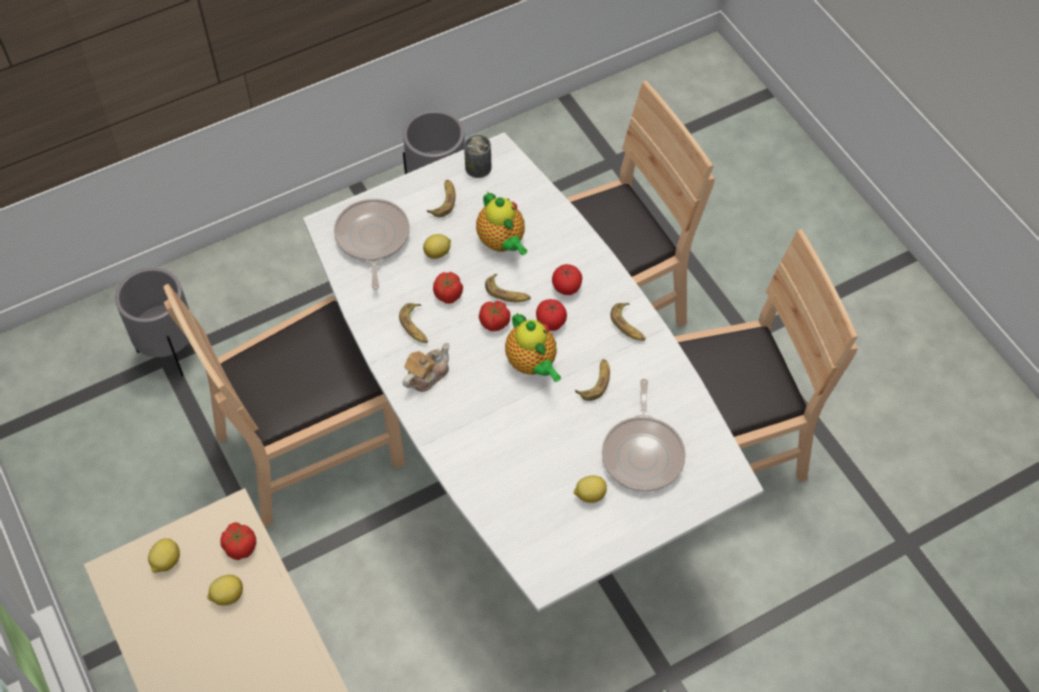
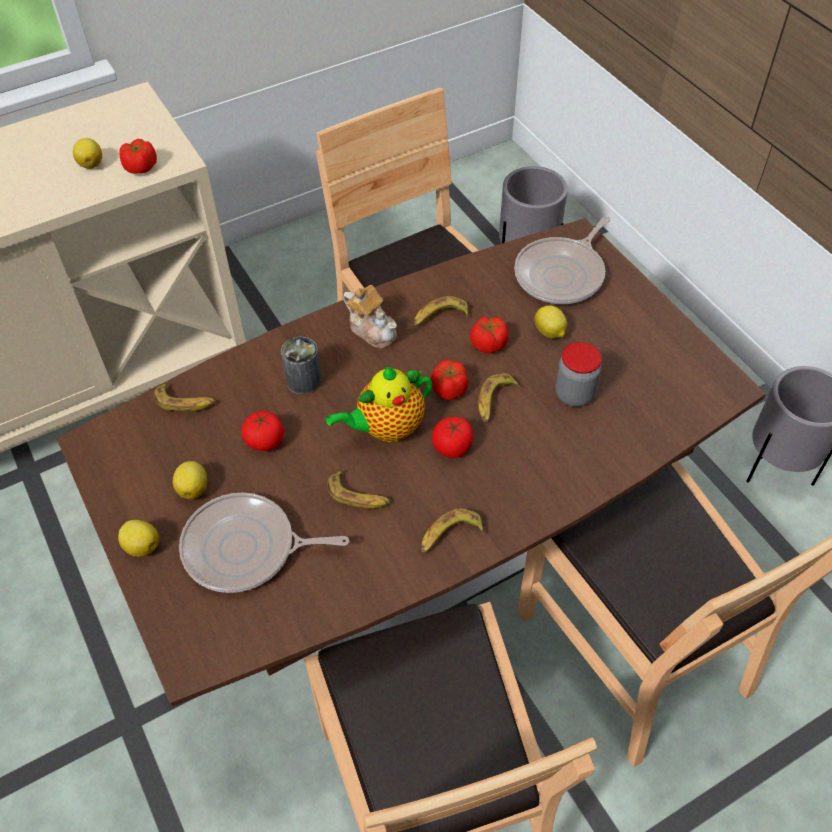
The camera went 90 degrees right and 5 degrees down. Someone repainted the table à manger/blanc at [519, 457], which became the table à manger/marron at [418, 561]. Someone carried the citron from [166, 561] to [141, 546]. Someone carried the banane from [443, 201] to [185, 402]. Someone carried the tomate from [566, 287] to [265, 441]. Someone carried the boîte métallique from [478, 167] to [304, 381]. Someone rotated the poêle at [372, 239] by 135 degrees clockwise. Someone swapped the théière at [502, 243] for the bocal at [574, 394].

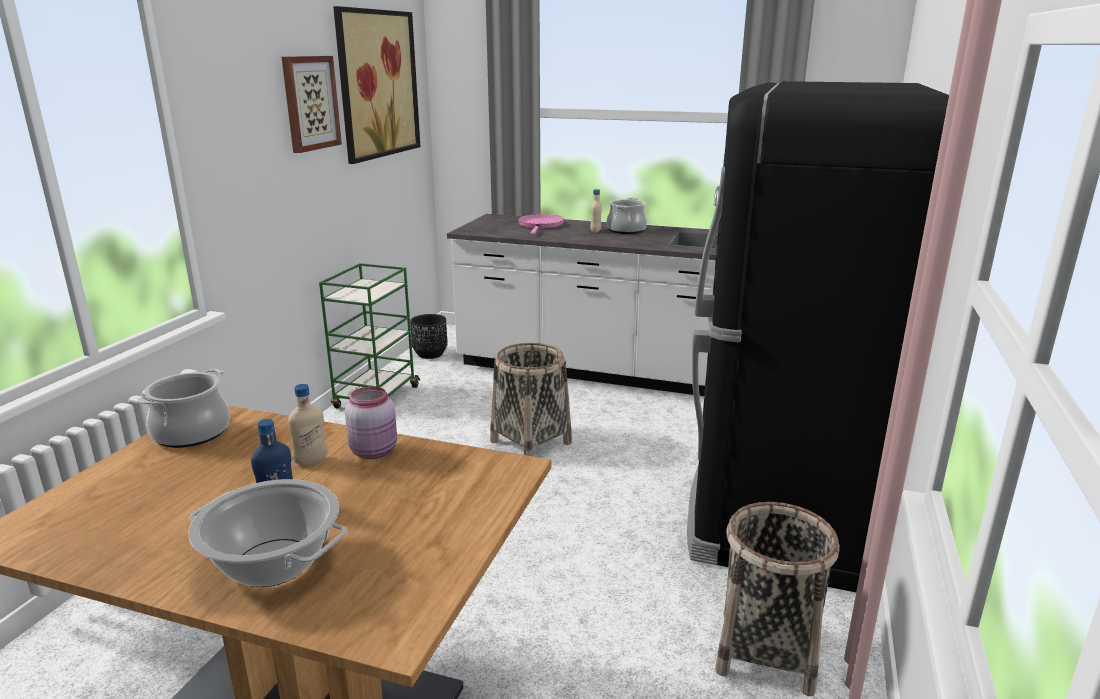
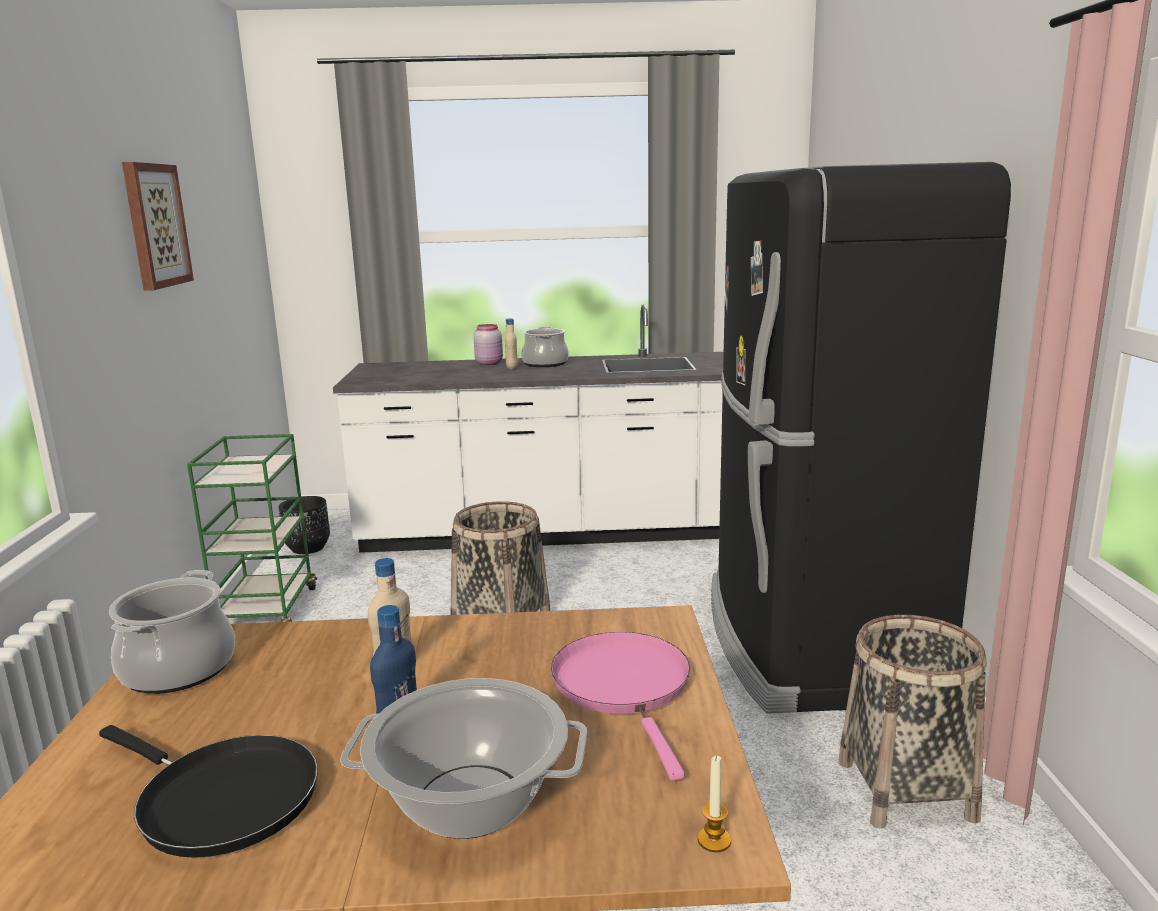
The camera went 20 degrees left and 5 degrees down. Someone put down the poêle/noir at [221, 799]. Someone carried the bocal/rose from [375, 451] to [489, 363]. Someone carried the poêle/rose from [540, 225] to [624, 687]. Someone put down the bougie at [714, 840]. Someone took away the tableau at [378, 84].

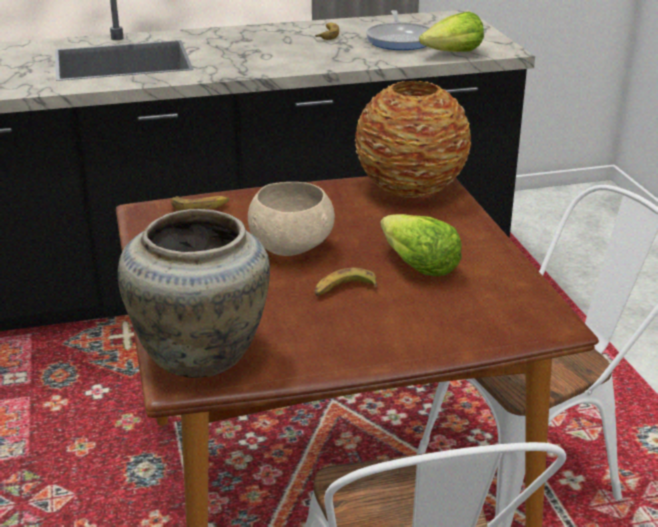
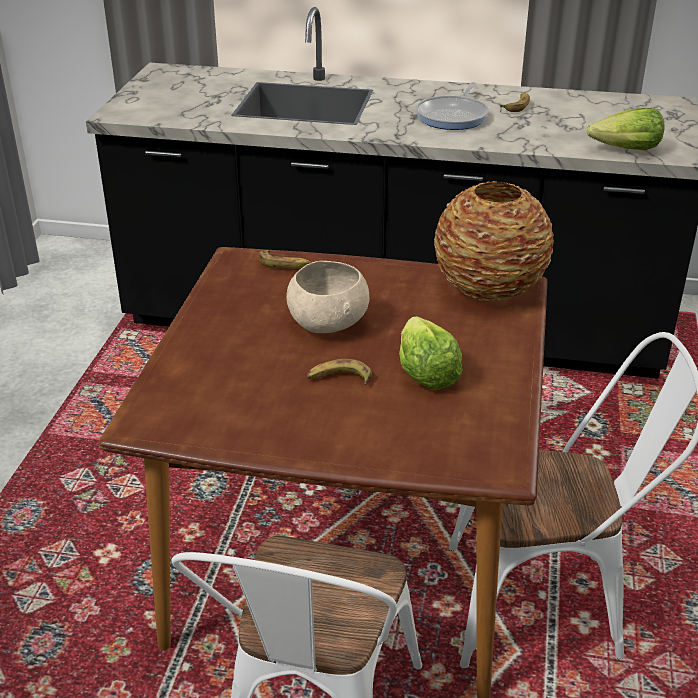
The camera went 25 degrees right and 5 degrees up. Someone carried the poêle from [400, 40] to [453, 116]. Someone took away the vase/beige at [202, 354].

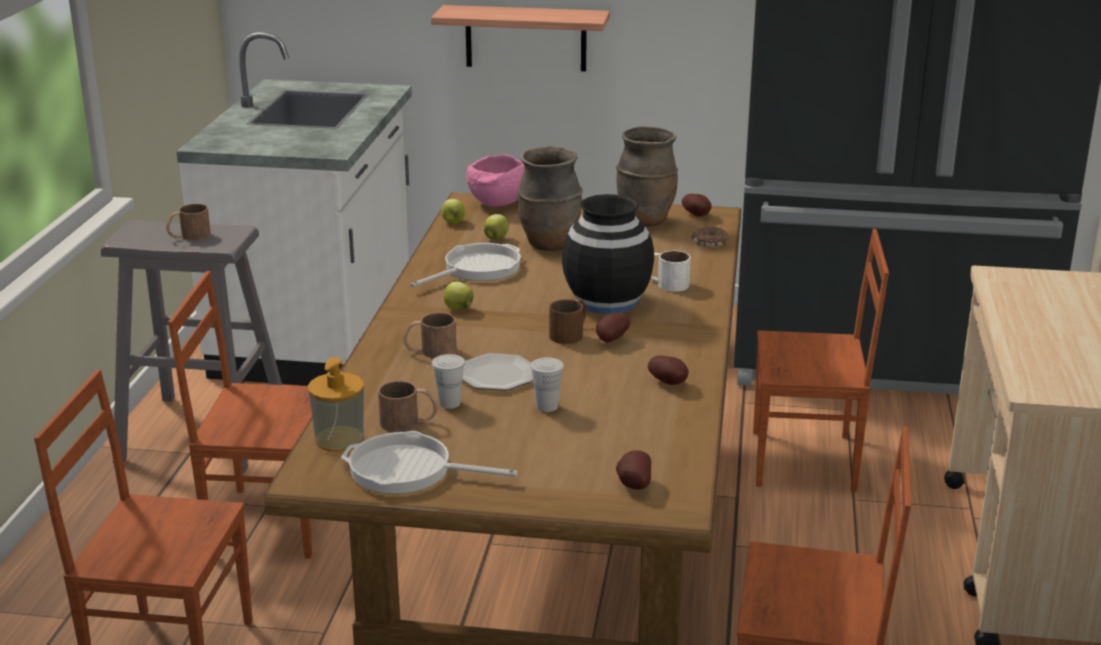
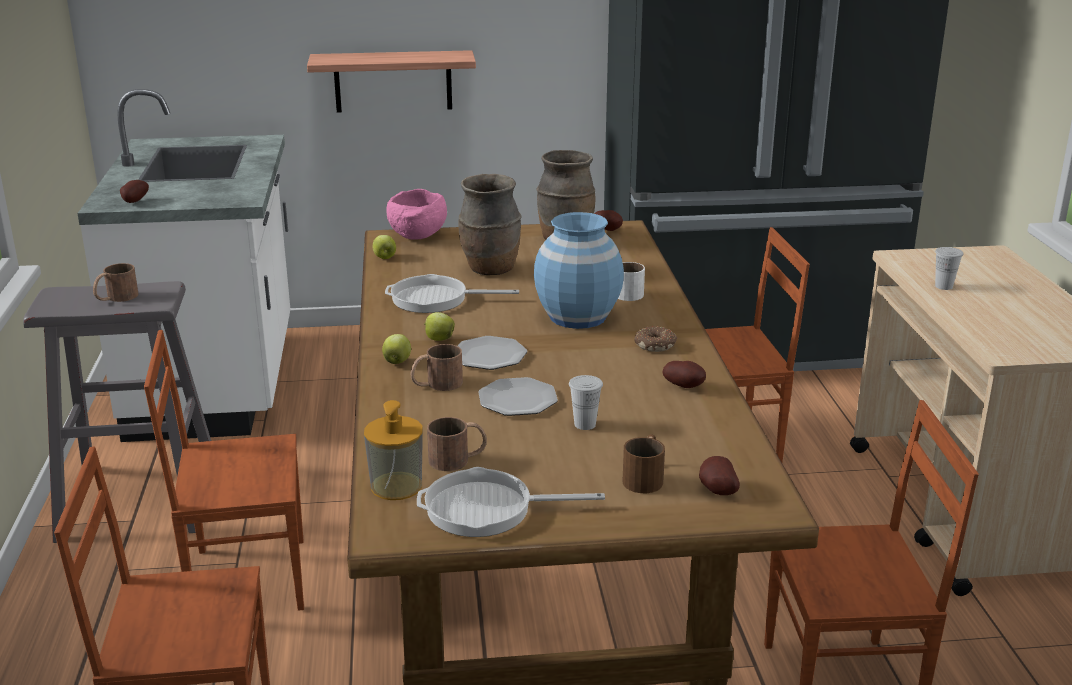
The camera went 15 degrees left and 0 degrees up. Someone carried the pomme de terre from [610, 340] to [134, 202]. Someone carried the pomme from [496, 238] to [397, 362]. Someone rotated the poêle at [477, 269] by 120 degrees counterclockwise. Someone put down the assiette at [489, 356]. Someone repainted the vase/noir at [607, 301], which became the vase/bleu at [577, 316]. Someone carried the mug/marron from [571, 333] to [645, 477]. Someone carried the beignet from [710, 243] to [655, 345]. Someone carried the tasse/blanc from [449, 403] to [943, 286].

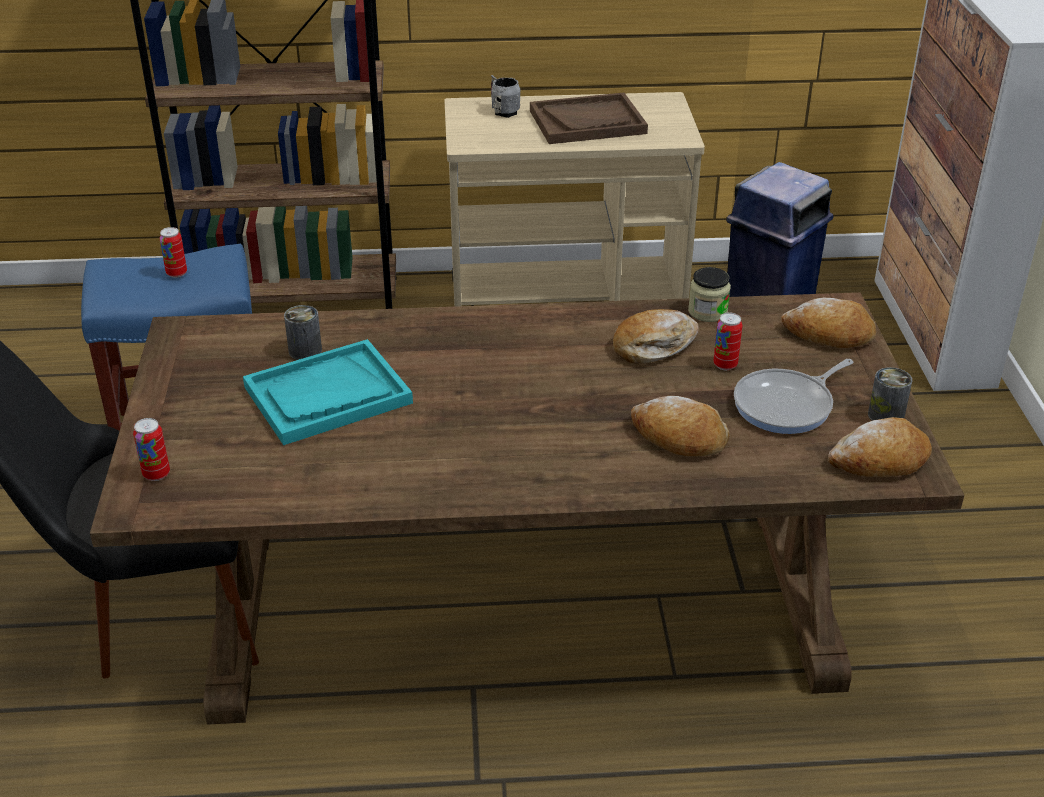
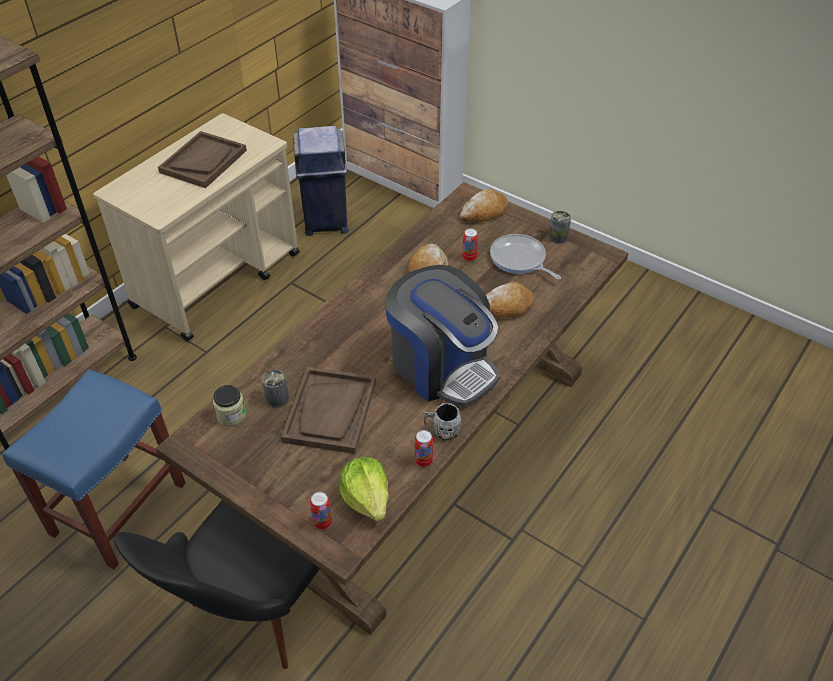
The camera went 50 degrees left and 10 degrees up. Someone carried the bocal from [707, 312] to [231, 415]. Someone repainted the plateau/turquoise at [327, 395], which became the plateau/marron at [330, 411]. Someone put down the laitue at [367, 498]. Someone put down the machine à café at [441, 366]. Someone carried the boîte métallique from [176, 273] to [423, 461]. Someone carried the mug/gris from [503, 111] to [442, 431]. Someone rotated the poêle at [787, 405] by 135 degrees clockwise. Someone took away the pain at [879, 461].

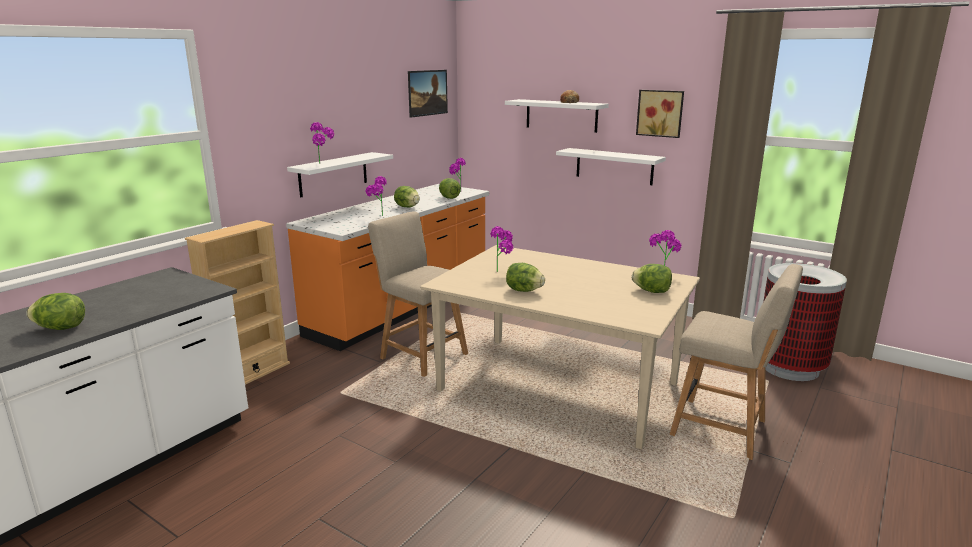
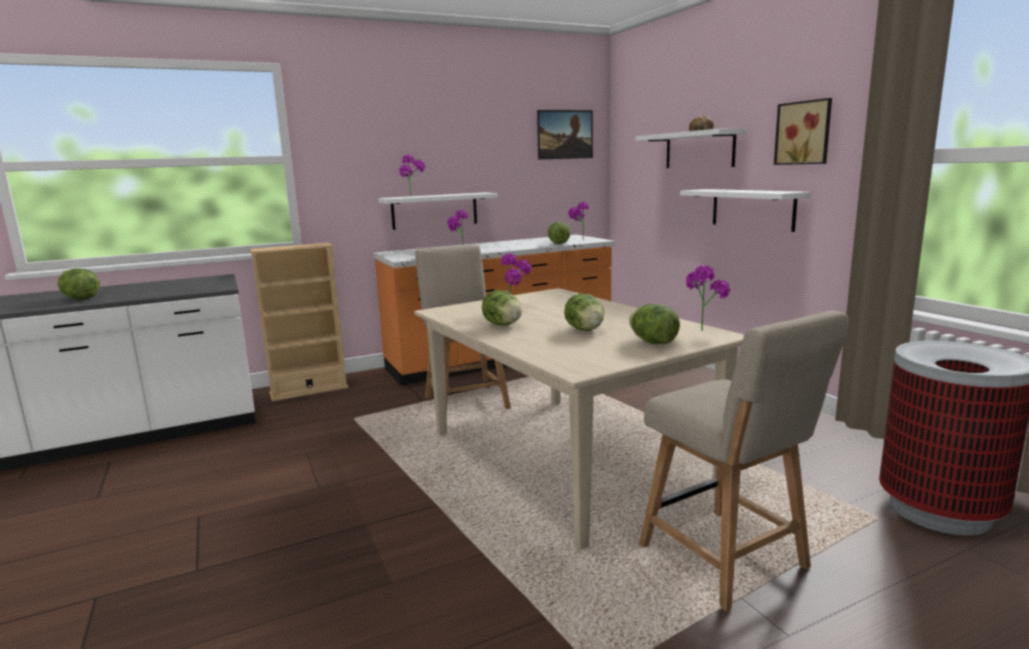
The camera went 30 degrees right and 5 degrees down. Someone carried the laitue from [407, 207] to [585, 330].

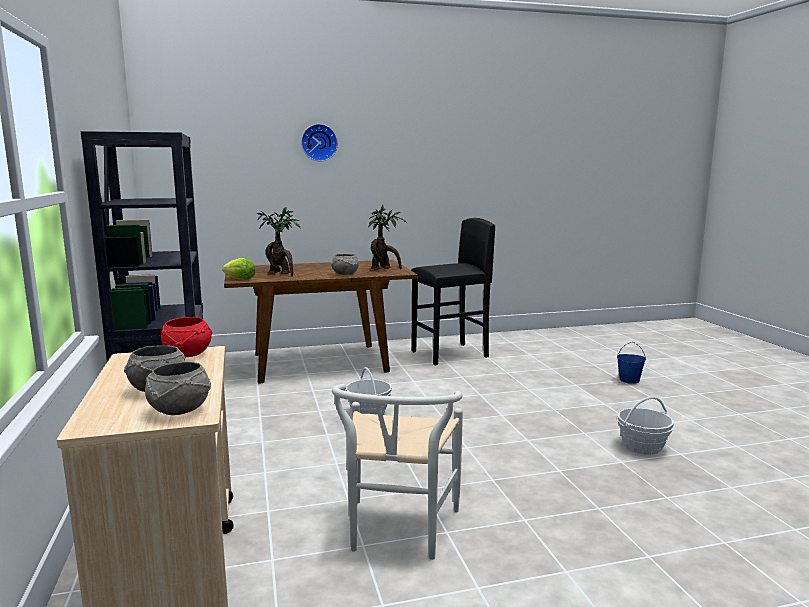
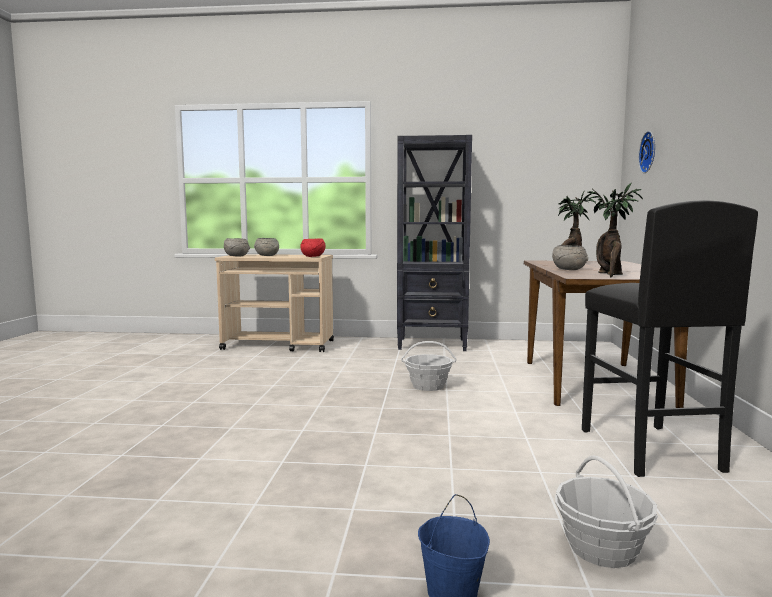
The camera went 110 degrees right and 5 degrees down. Someone carried the panier from [642, 446] to [602, 549]. Someone carried the horloge murale from [319, 142] to [650, 152]. Someone took away the laitue at [240, 279]. Someone took away the chaise/blanc at [398, 533].

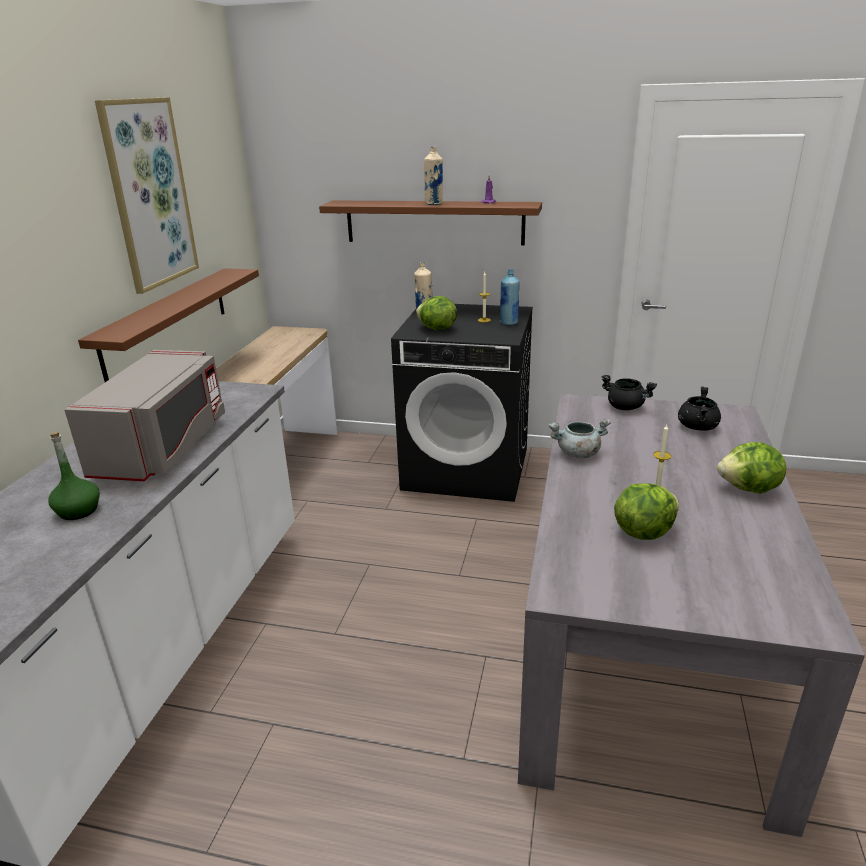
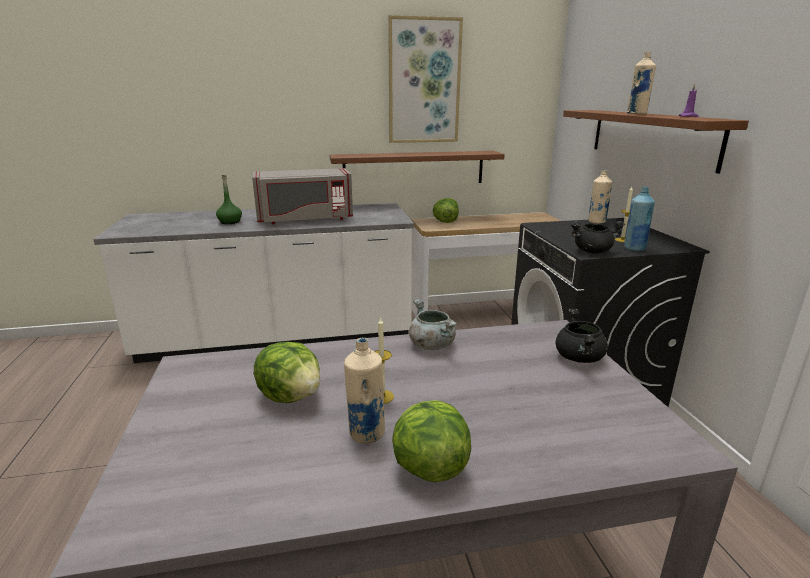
The camera went 65 degrees right and 5 degrees down. Someone put down the bouteille/beige at [366, 433]. Someone carried the laitue from [436, 329] to [445, 222]. Someone carried the marmite/noir from [697, 426] to [592, 251].

